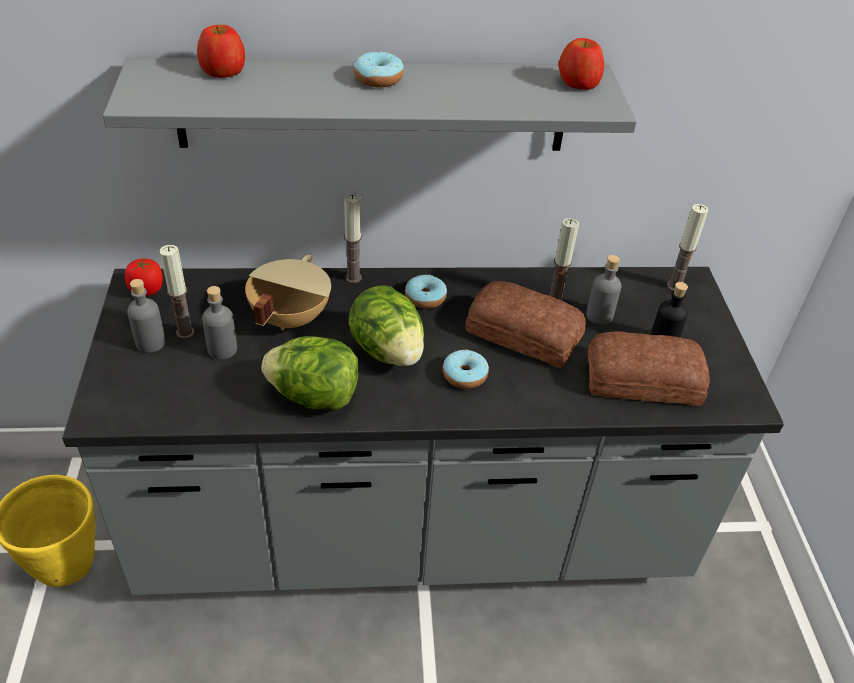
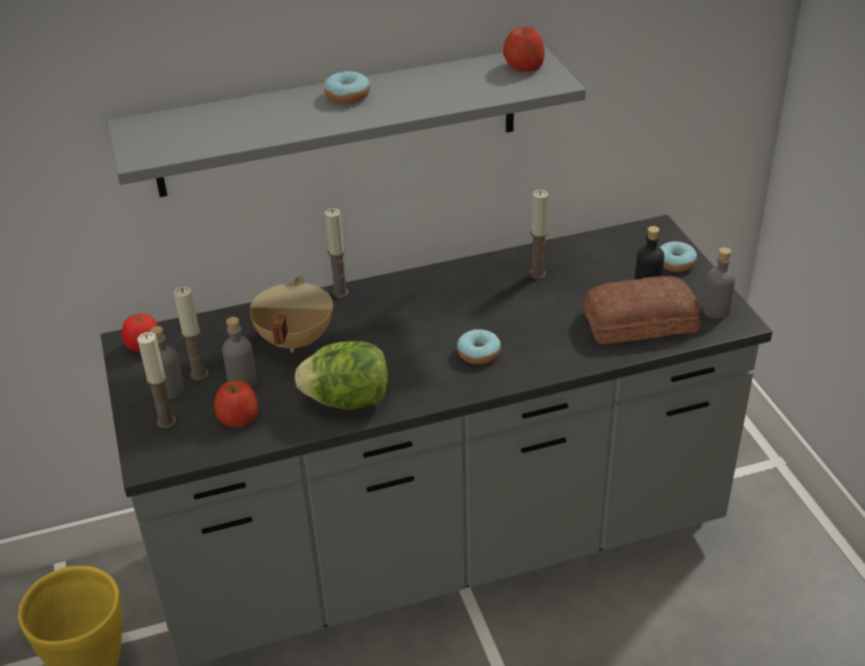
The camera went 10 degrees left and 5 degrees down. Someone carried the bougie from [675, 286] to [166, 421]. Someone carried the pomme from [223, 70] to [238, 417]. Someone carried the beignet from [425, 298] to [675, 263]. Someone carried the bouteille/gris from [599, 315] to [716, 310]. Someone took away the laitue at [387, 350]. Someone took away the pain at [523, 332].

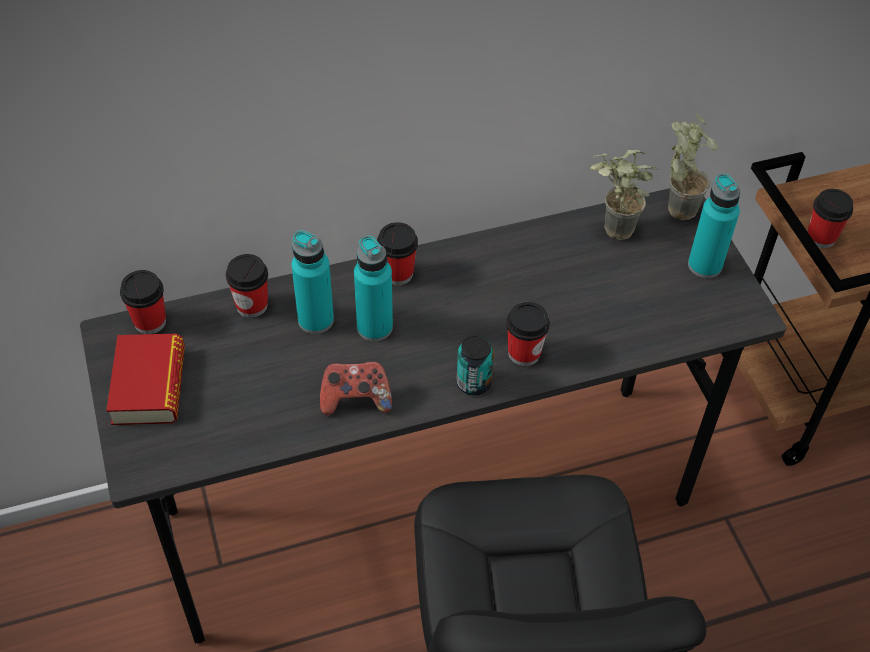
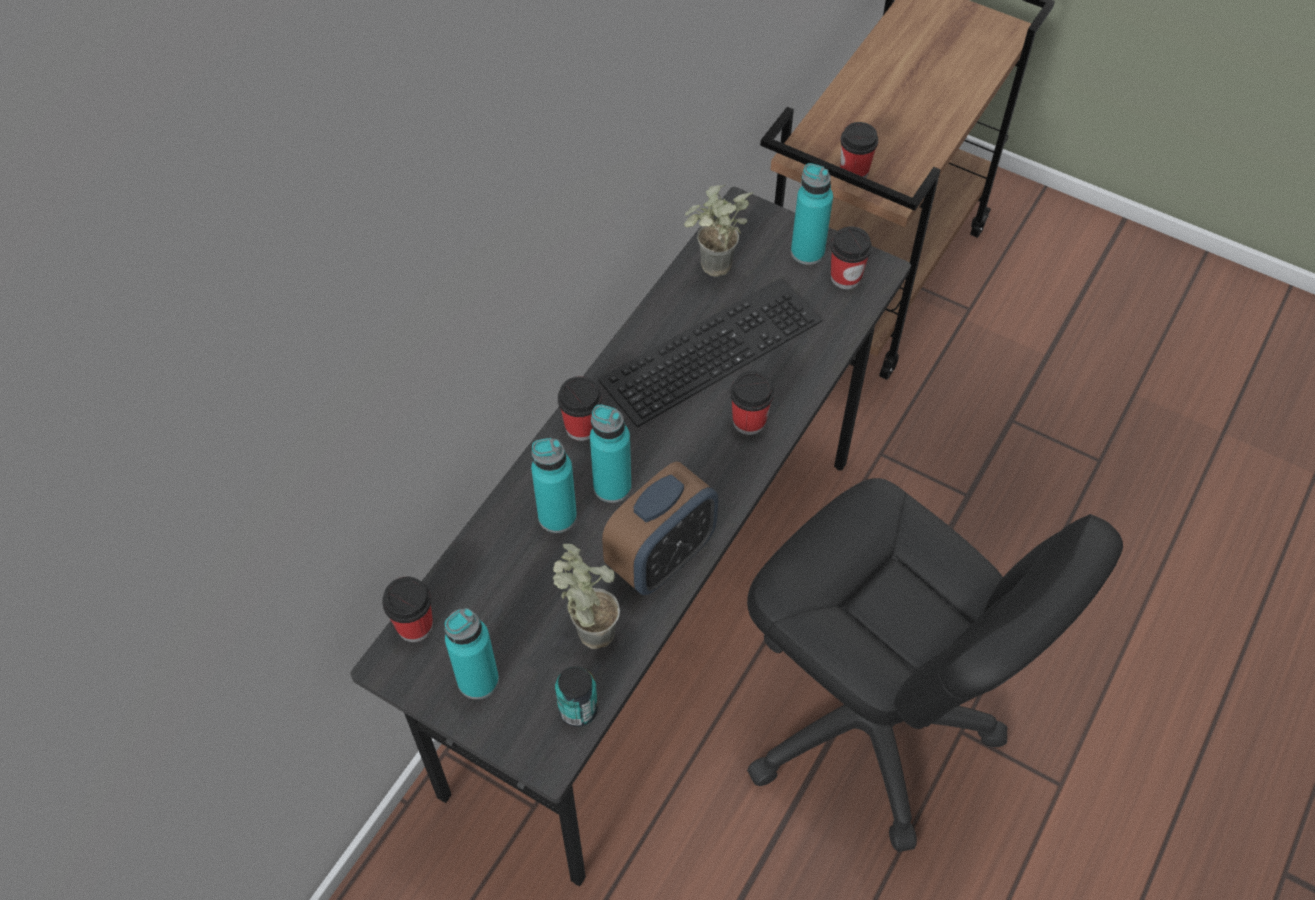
The camera went 40 degrees left and 5 degrees up. Someone swapped the livre at [149, 385] for the bouteille/turquoise at [478, 680]. Someone carried the plante en pot from [677, 204] to [586, 629]. Someone carried the boîte métallique from [473, 383] to [578, 709]. Someone put down the clavier at [710, 347]. Someone swapped the manette at [355, 399] for the réveil at [661, 557]. Someone carried the tasse from [252, 305] to [845, 277].

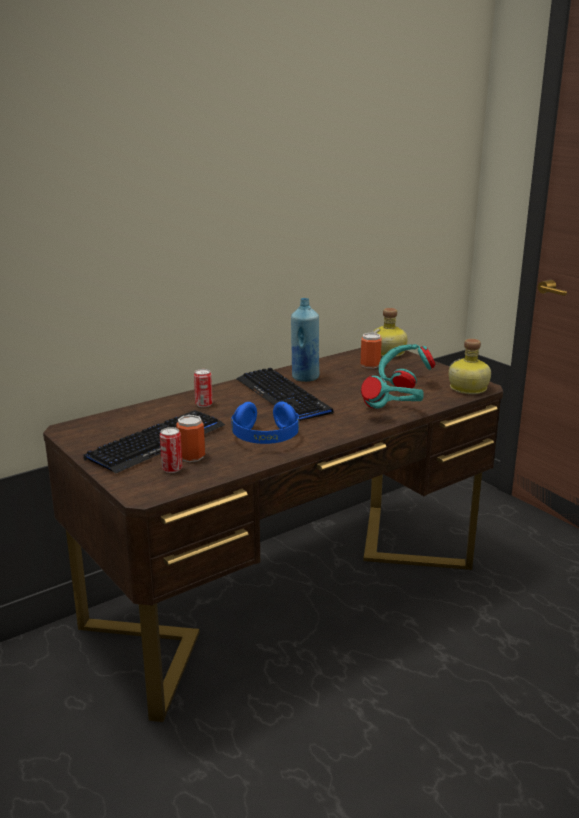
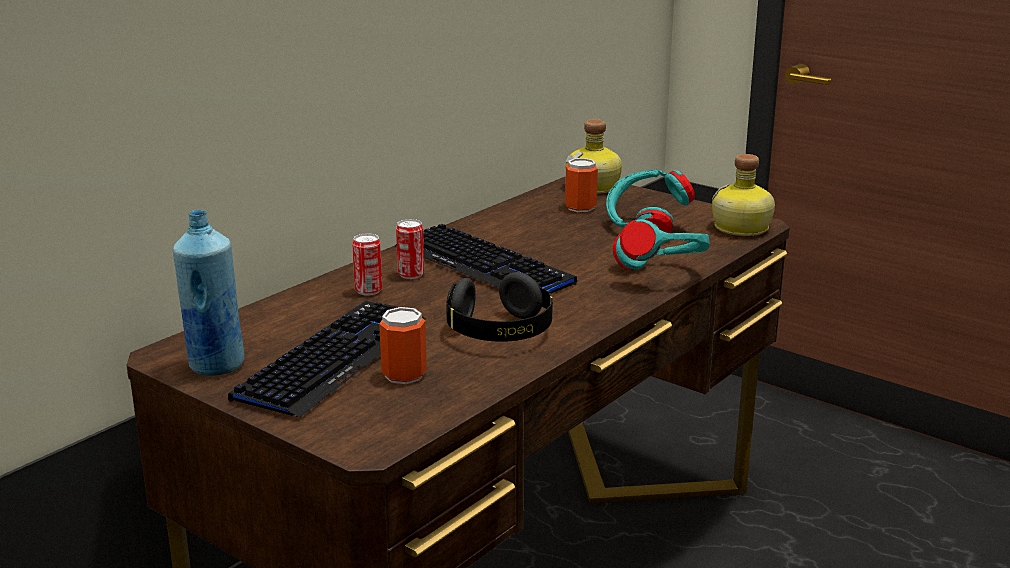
The camera went 15 degrees left and 0 degrees up. Someone carried the bouteille/bleu from [305, 377] to [216, 365]. Someone carried the boîte métallique from [172, 469] to [411, 275]. Someone repainted the casque audio/bleu at [265, 438], which became the casque audio/noir at [500, 332].

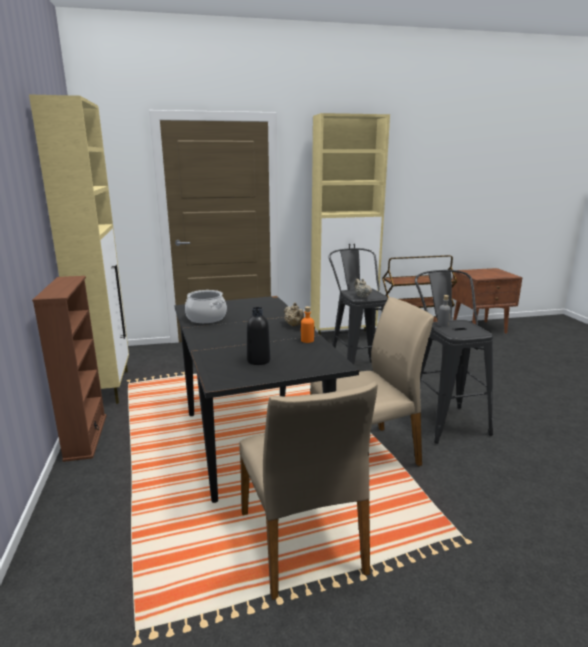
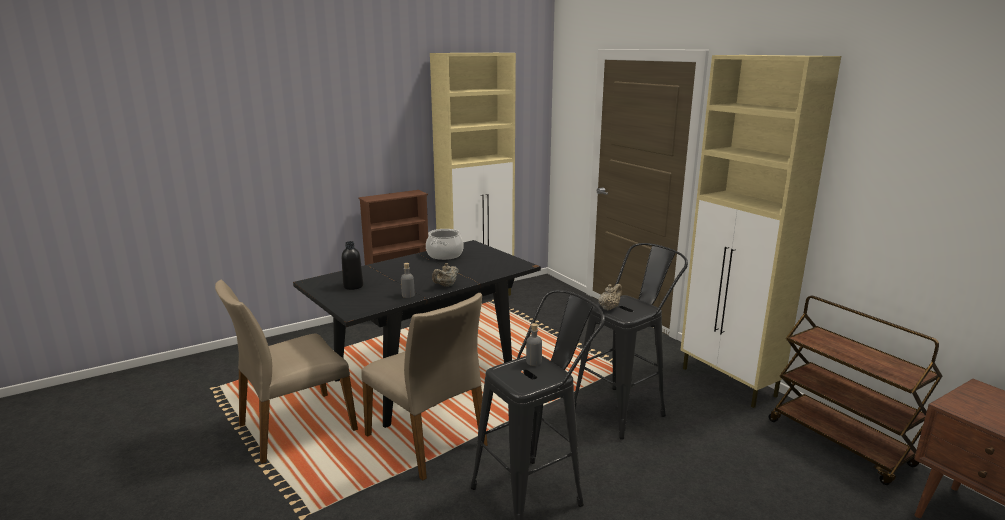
The camera went 70 degrees right and 0 degrees up. Someone repainted the bouteille/orange at [307, 340], which became the bouteille/gris at [408, 295].

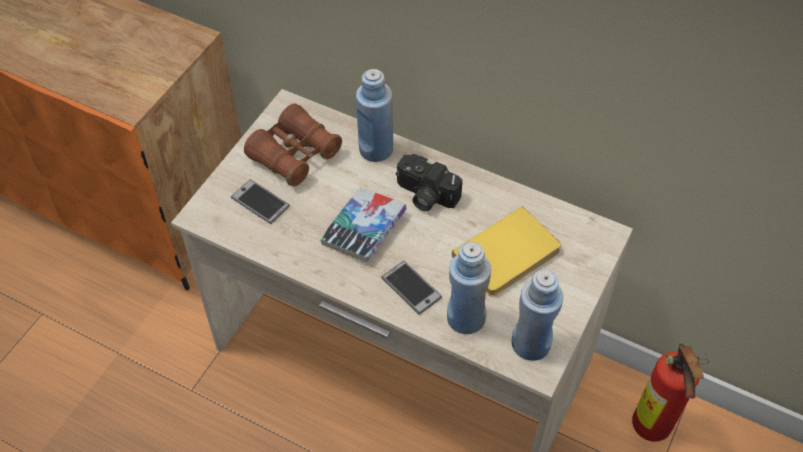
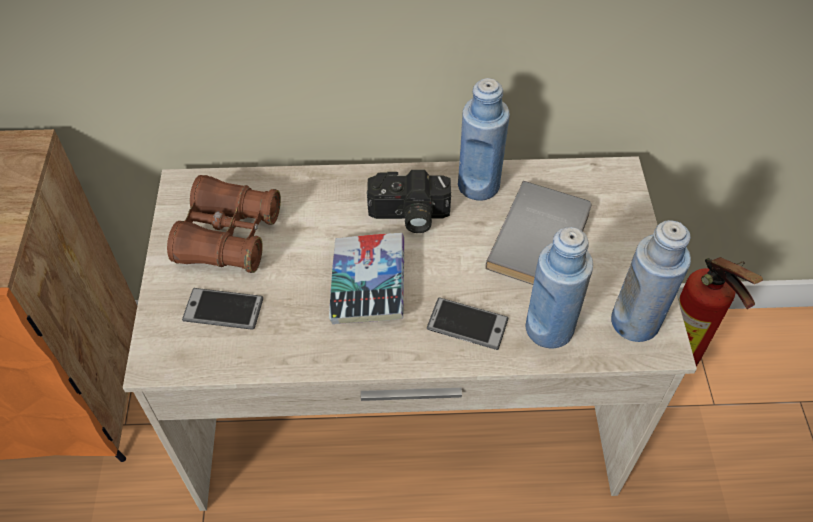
The camera went 30 degrees left and 0 degrees up. Someone carried the bouteille/bleu from [376, 149] to [478, 185]. Someone repainted the livre/jaune at [508, 256], which became the livre/gris at [543, 240].

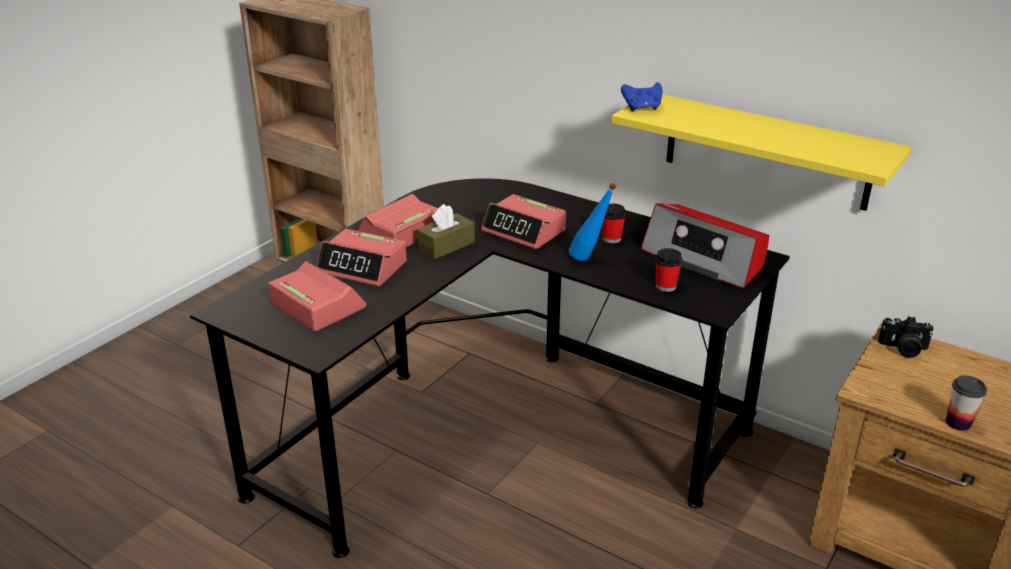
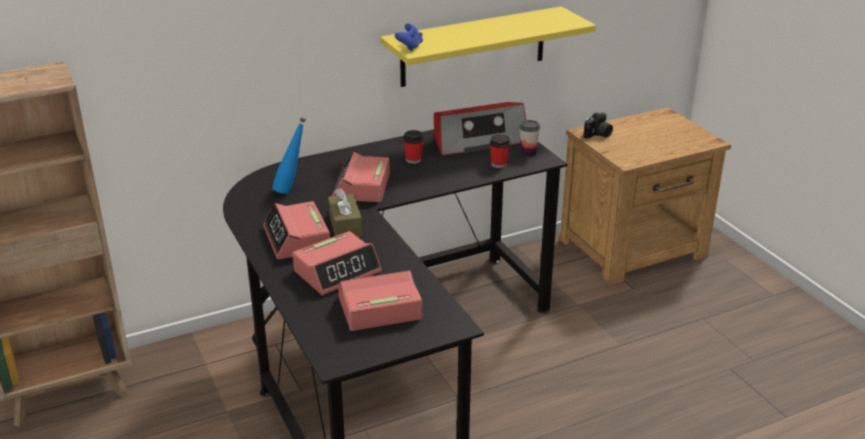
The camera went 60 degrees left and 0 degrees up. Someone carried the bouteille/bleu from [590, 260] to [292, 190]. Someone rotated the réveil at [524, 231] by 120 degrees clockwise. Someone carried the tasse from [958, 423] to [528, 153].

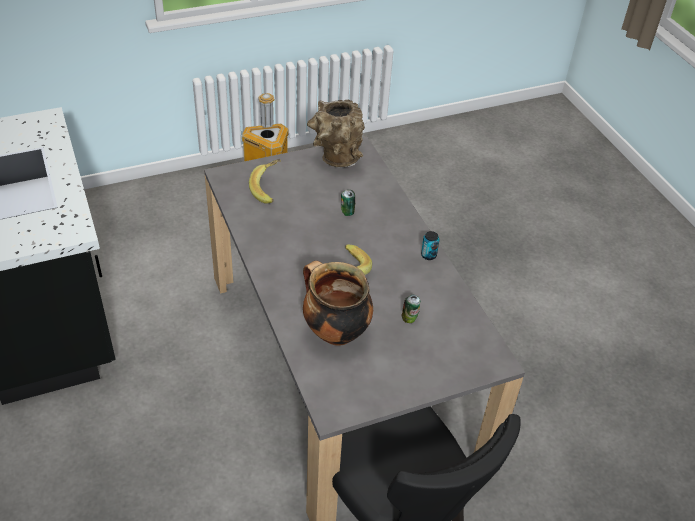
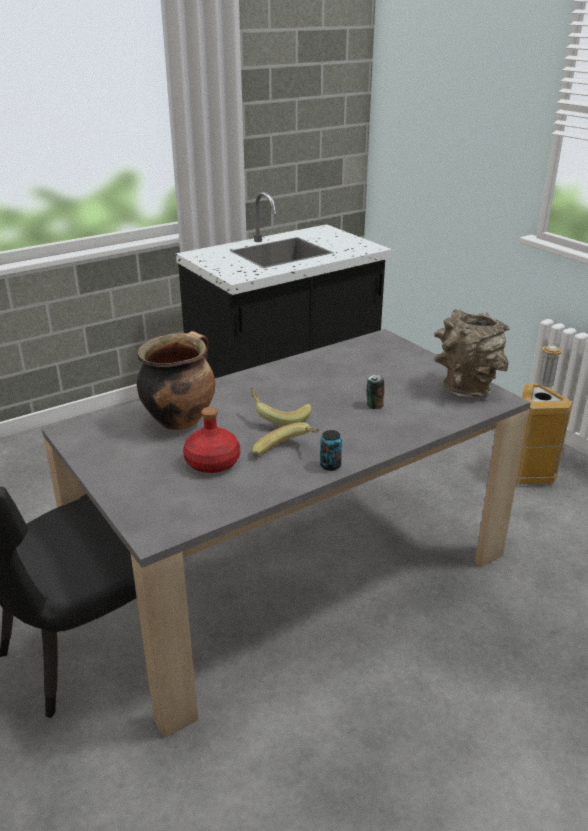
The camera went 80 degrees right and 15 degrees down. Someone swapped the boîte métallique at [410, 318] for the bouteille/rouge at [213, 462]. Someone carried the banane from [269, 189] to [287, 453].

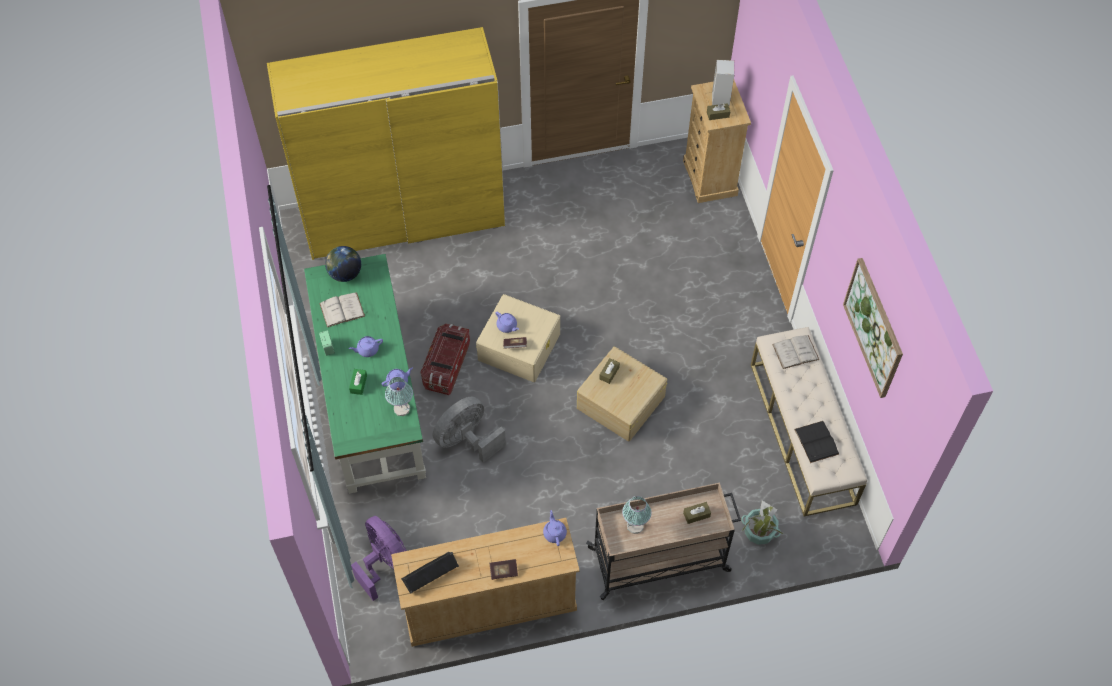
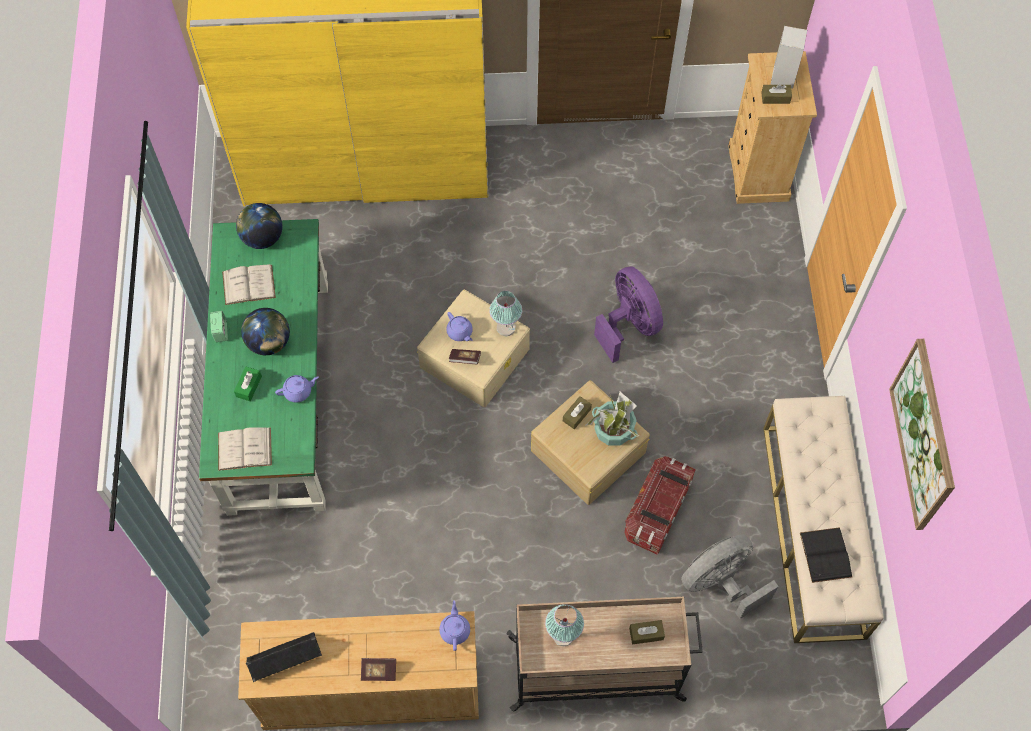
The camera went 10 degrees right and 5 degrees up. Someone carried the livre/blanc from [795, 352] to [244, 449]. Someone swapped the théière/violet at [367, 350] for the globe at [269, 343]. Someone carried the lampe de table from [402, 409] to [506, 328]. Someone carried the plante en pot from [759, 531] to [613, 430]. Someone carried the ventilateur/violet from [385, 563] to [629, 325]. Someone carried the boîte de rangement from [446, 366] to [657, 511]. Someone carried the ventilateur/gris from [467, 440] to [720, 583].

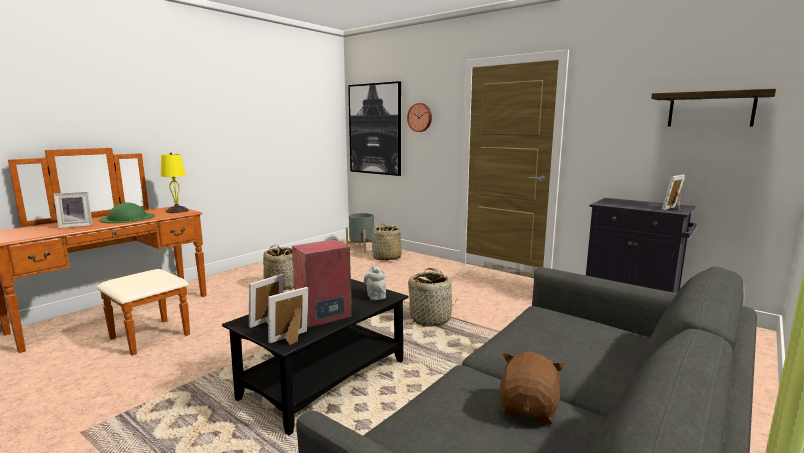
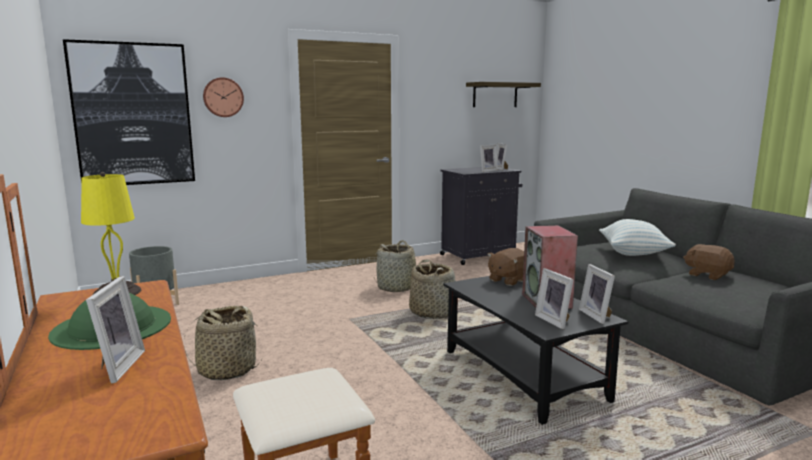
The camera went 65 degrees left and 0 degrees up. Someone carried the panier from [386, 258] to [397, 287]. Someone put down the cadre photo at [487, 170]. Someone swapped the théière/gris at [375, 296] for the peluche/marron at [508, 280]. Someone put down the coussin at [633, 253].

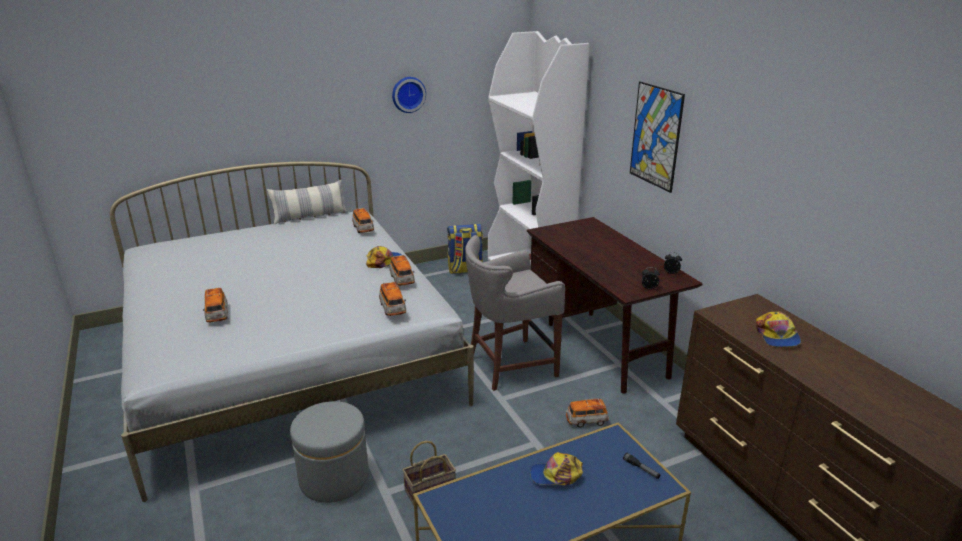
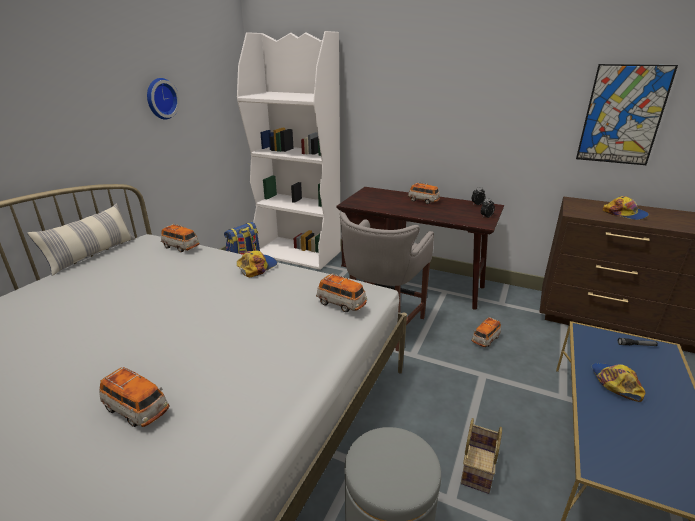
The camera went 40 degrees left and 0 degrees up. Someone carried the petite voiture from [402, 280] to [423, 201]. Someone carried the tableau from [656, 136] to [622, 115]. Someone rotated the casquette at [556, 475] by 135 degrees clockwise.

